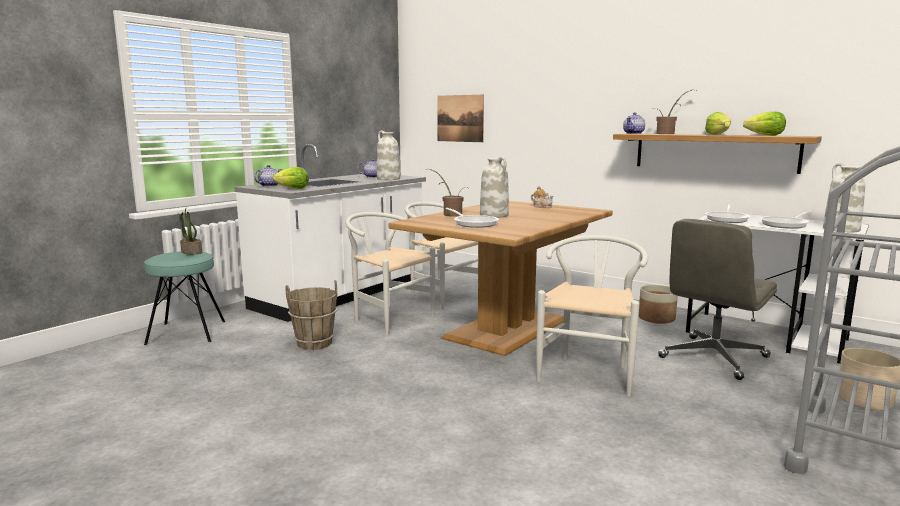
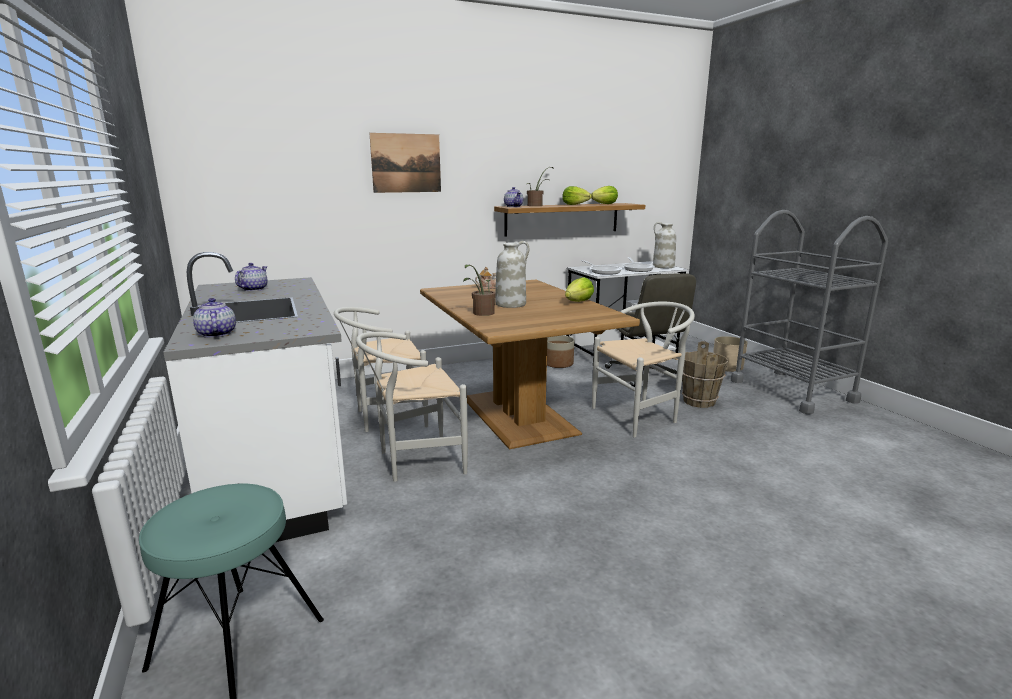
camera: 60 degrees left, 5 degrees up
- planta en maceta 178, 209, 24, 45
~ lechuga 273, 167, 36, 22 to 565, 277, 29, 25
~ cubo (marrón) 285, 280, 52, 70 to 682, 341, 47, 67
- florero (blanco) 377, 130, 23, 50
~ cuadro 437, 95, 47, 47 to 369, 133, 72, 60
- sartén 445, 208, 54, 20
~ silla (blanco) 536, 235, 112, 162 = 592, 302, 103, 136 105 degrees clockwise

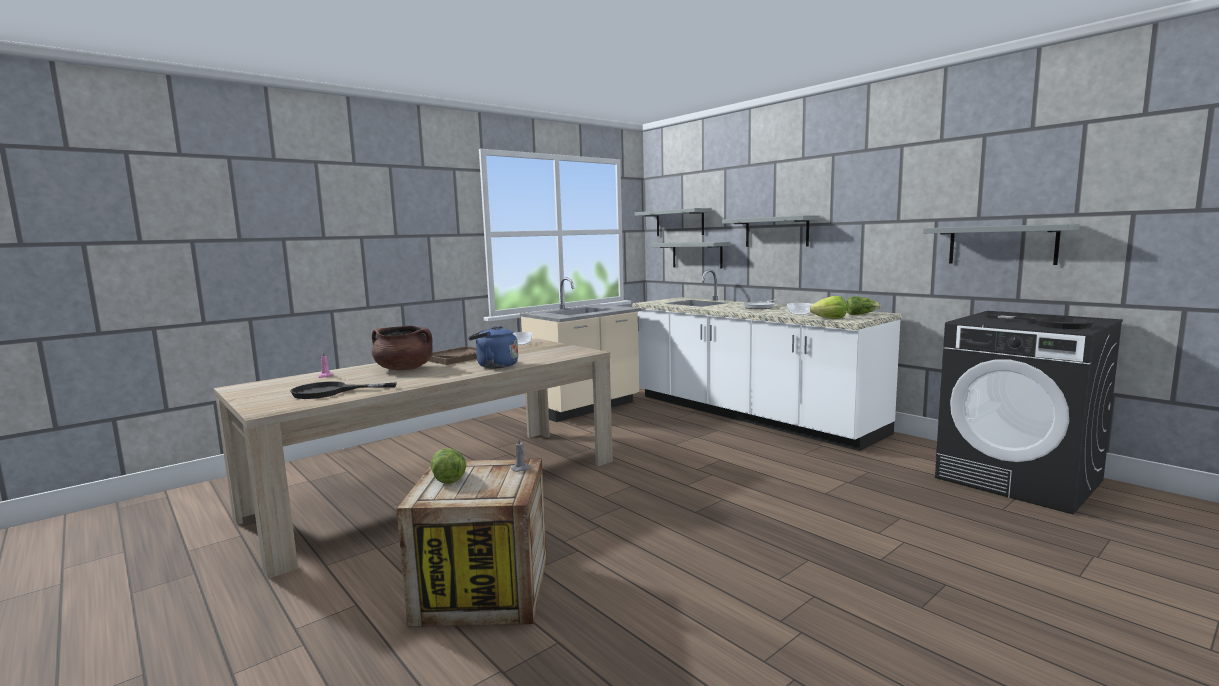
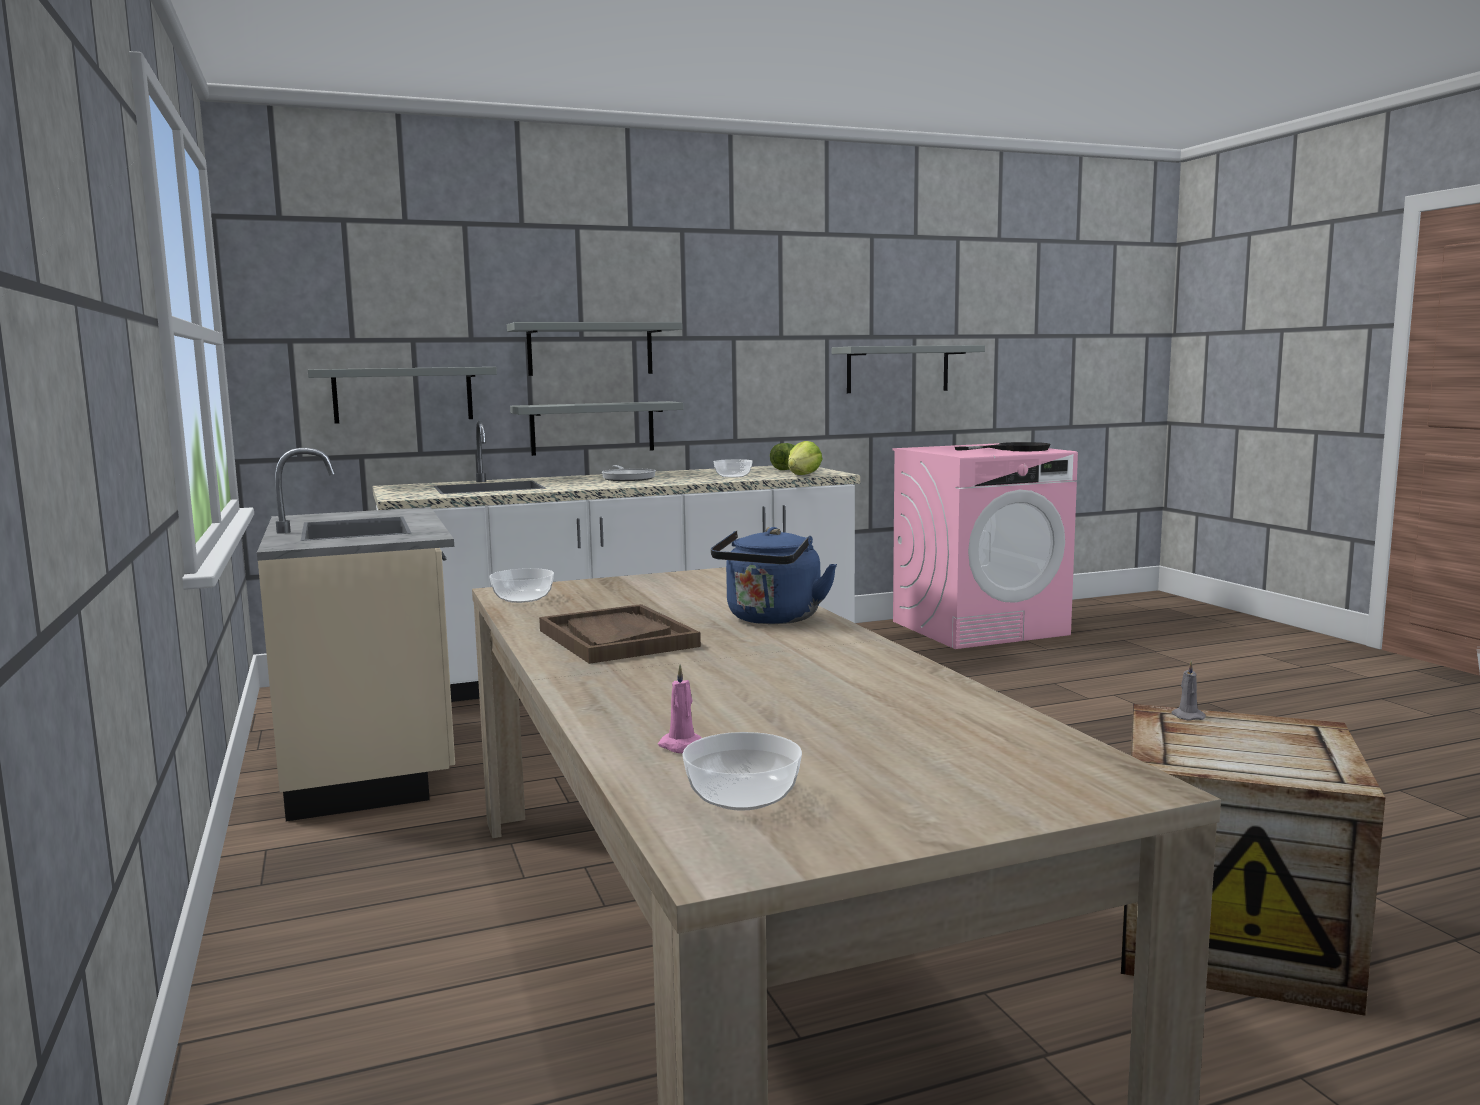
camera: 70 degrees left, 0 degrees up
- sartén (negro) 290, 381, 107, 18
- olla (marrón) 372, 326, 61, 44
- lechuga 430, 448, 36, 36
~ estante (gris) 635, 208, 76, 28 to 510, 401, 173, 55
~ lavadora (negro) 935, 311, 188, 204 to lavadora (rosa) 892, 443, 186, 206
+ cuenco 682, 732, 120, 79

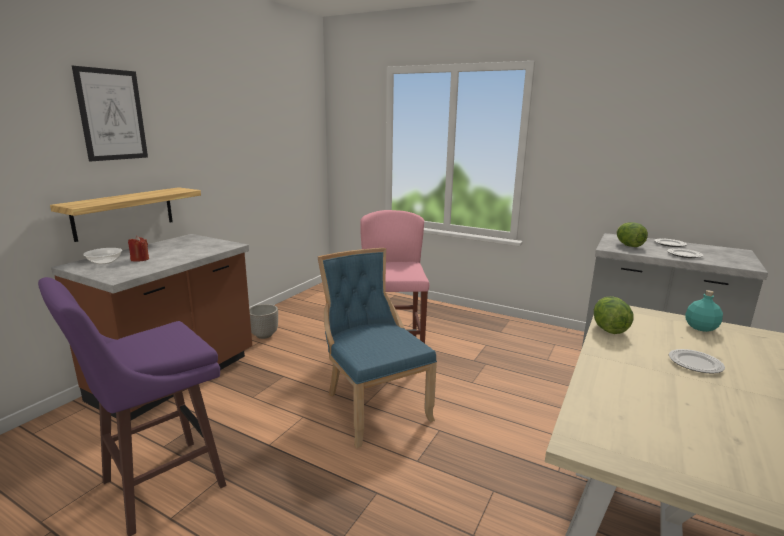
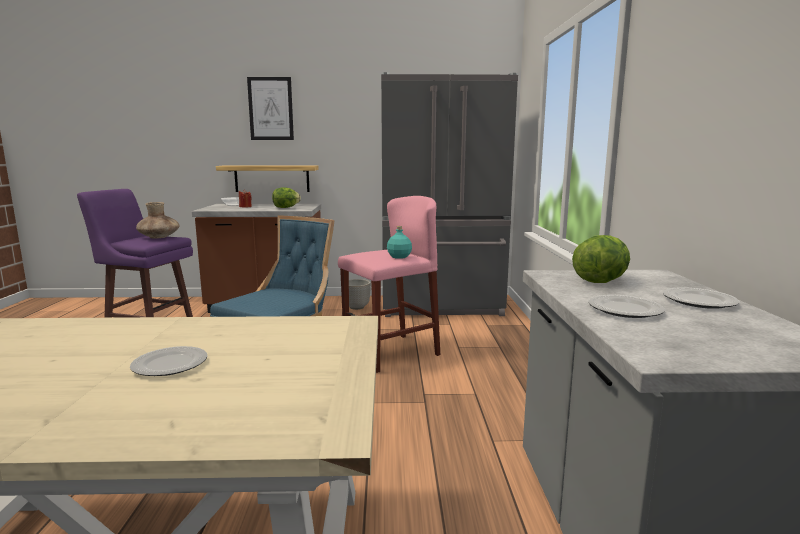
camera: 60 degrees right, 5 degrees down
~ lechuga 594, 296, 40, 38 to 272, 187, 29, 21
~ botella (turquesa) 685, 290, 38, 42 to 387, 226, 25, 33
+ florero (marrón) 136, 202, 44, 37
+ nevera (gris) 381, 72, 137, 245

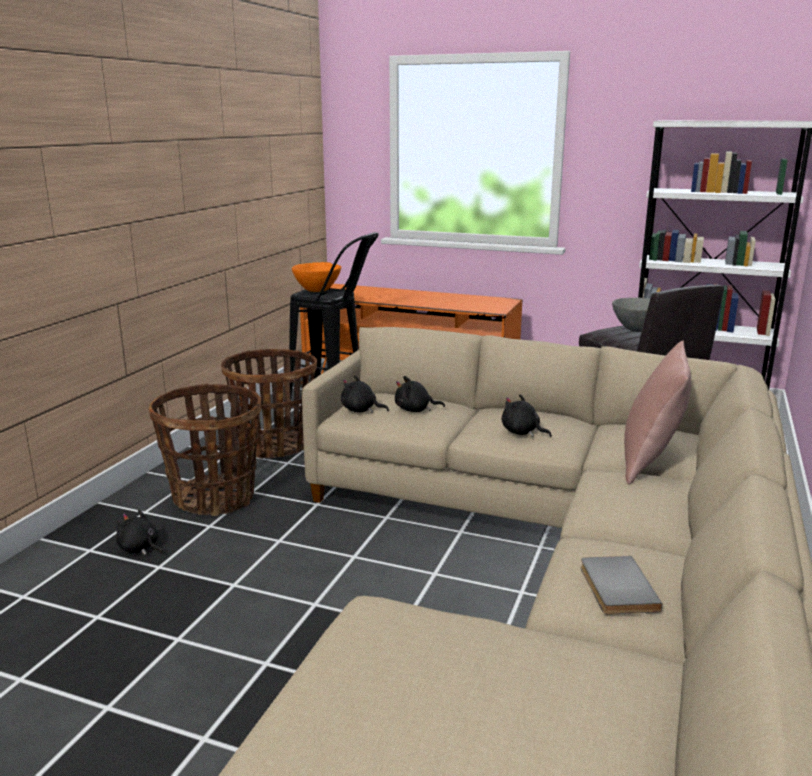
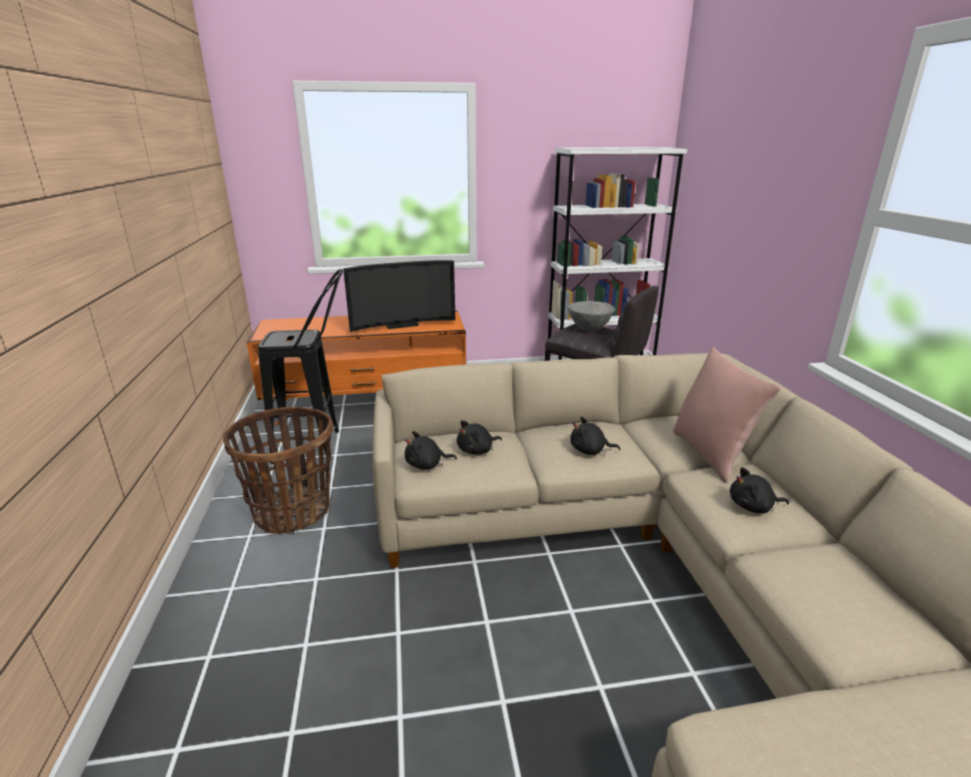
camera: 30 degrees left, 5 degrees up
~ peluche (negro) 116, 509, 47, 46 to 730, 467, 59, 46
- cesta 149, 384, 112, 132
- cuenco (naranja) 292, 262, 49, 30
- libro (gris) 581, 556, 82, 59
+ televisor 343, 260, 112, 72

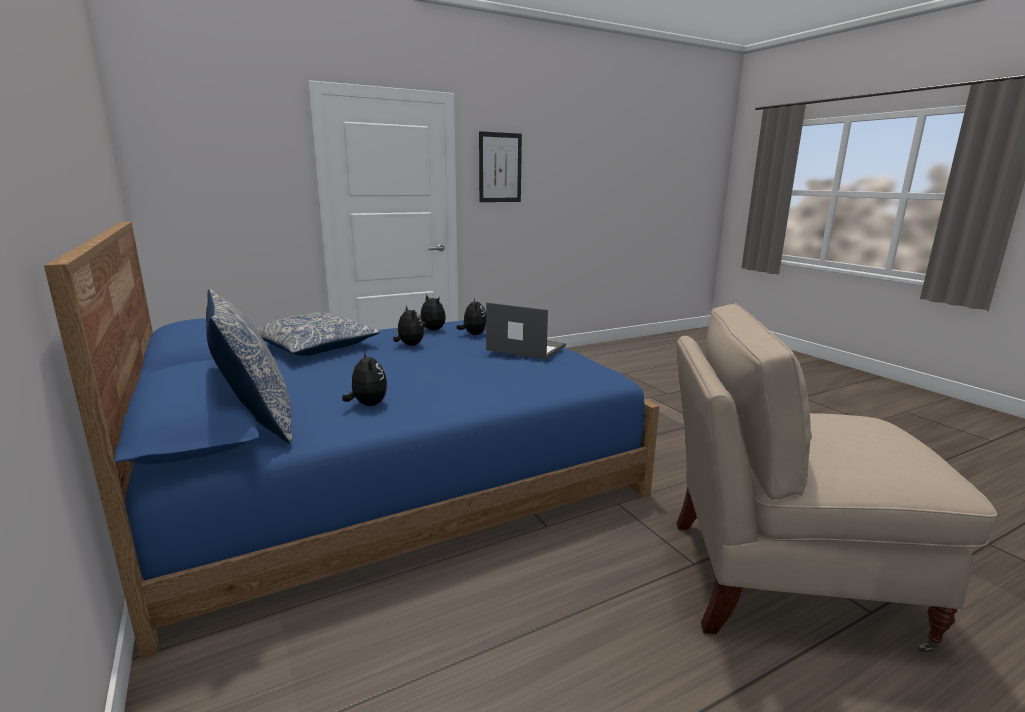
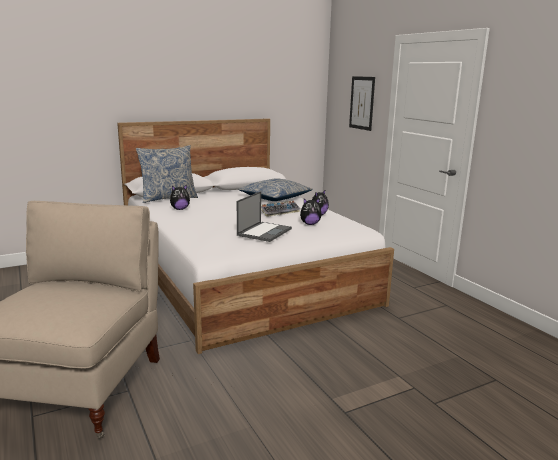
camera: 90 degrees right, 0 degrees up
~ cama (azul) 44, 222, 615, 437 to cama (blanco) 117, 118, 277, 236
~ peluche 393, 306, 31, 40 to teclado 261, 201, 39, 16
~ cuadro 479, 131, 43, 71 to 349, 76, 26, 55

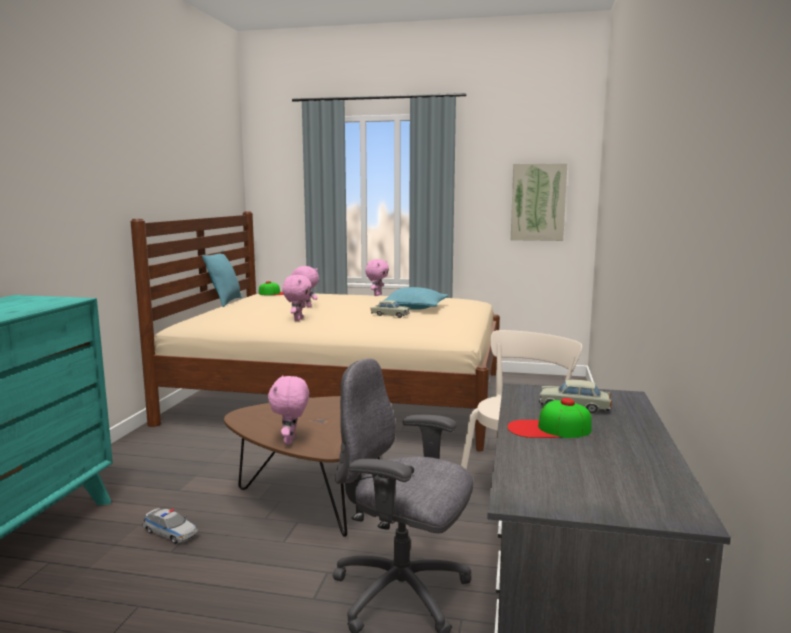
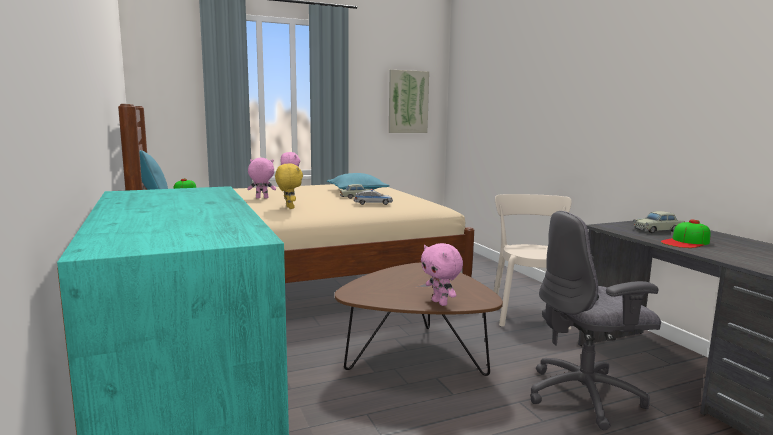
camera: 35 degrees left, 0 degrees up
~ coche de juguete 142, 508, 56, 36 to 353, 189, 40, 16
~ peluche (rosa) 282, 275, 30, 46 to peluche (amarillo) 275, 163, 28, 46

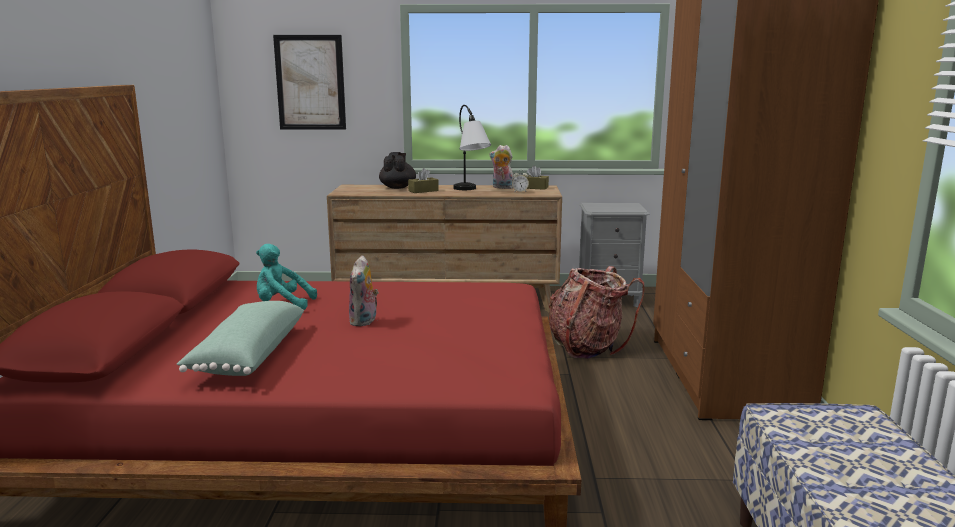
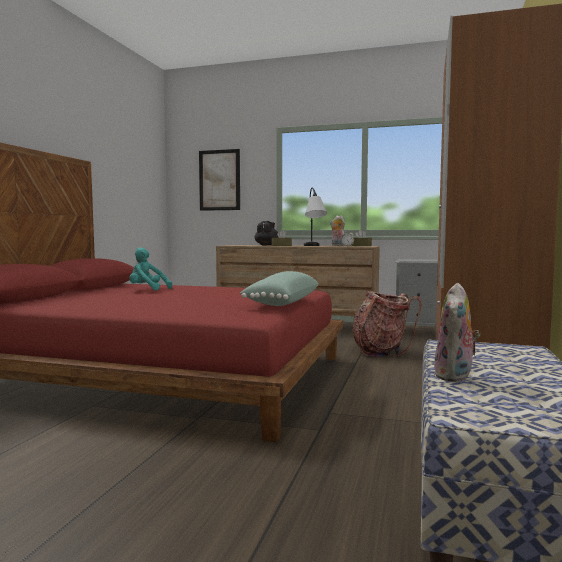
camera: 15 degrees right, 10 degrees down
~ cojín (verde) 177, 301, 127, 75 to 240, 271, 79, 35
~ peluche 349, 255, 30, 71 to 434, 283, 46, 99

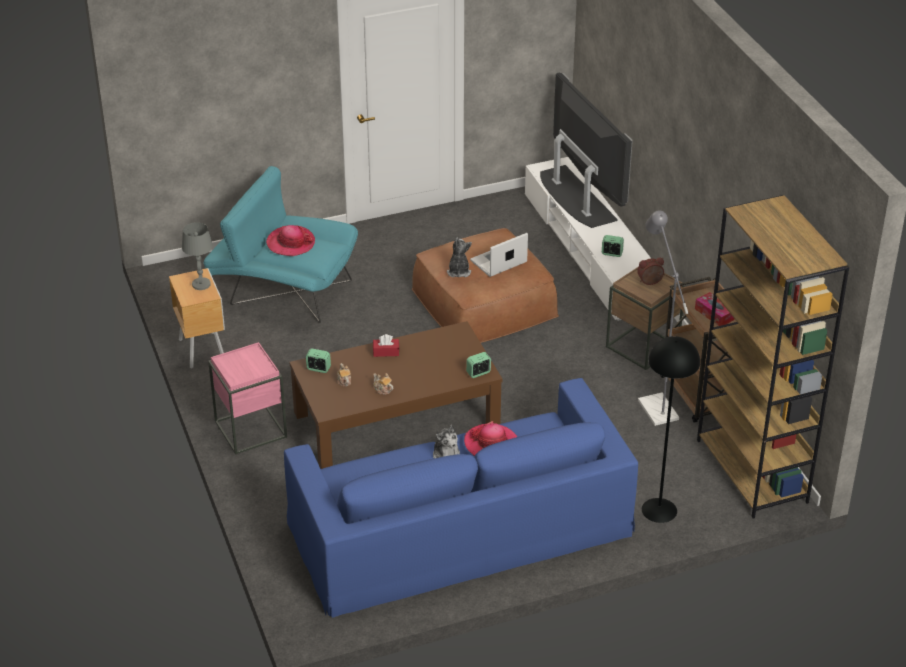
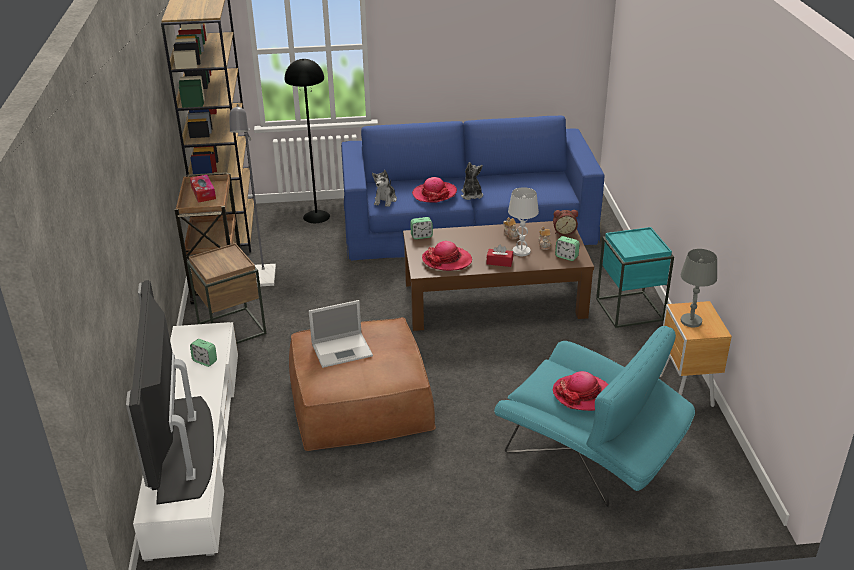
camera: 165 degrees left, 5 degrees down
~ mesa auxiliar (rosa) 208, 342, 79, 112 to mesa auxiliar (turquesa) 596, 227, 78, 101
~ peluche 447, 238, 25, 39 to 372, 170, 25, 37
~ despertador 637, 258, 27, 27 to 553, 210, 25, 26
+ sombrero 422, 241, 50, 30
+ lámpara de mesa (blanco) 508, 187, 31, 69

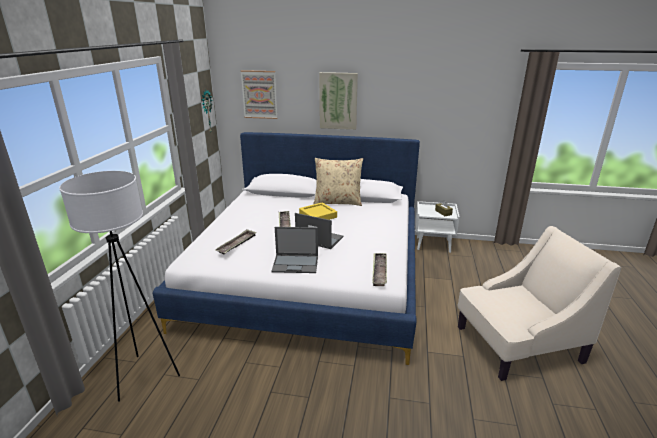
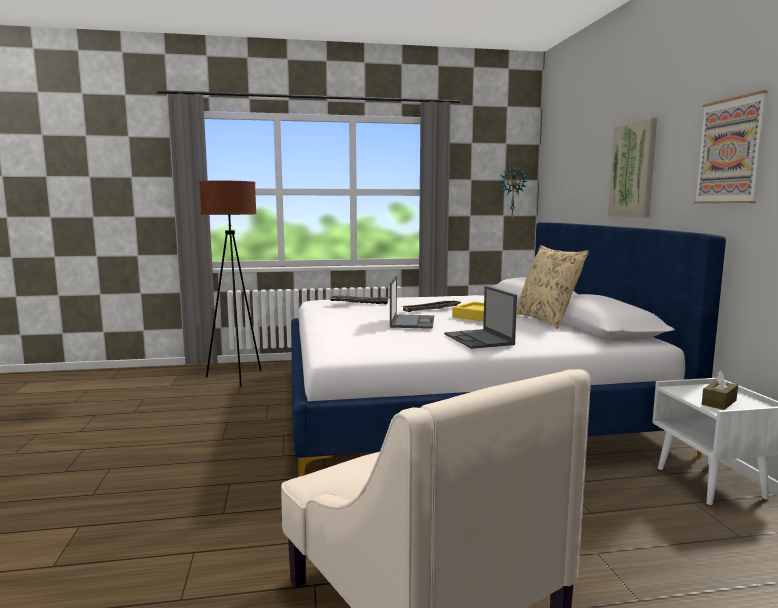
camera: 70 degrees right, 15 degrees down
~ lámpara de pie (blanco) 59, 171, 121, 231 to lámpara de pie (marrón) 199, 181, 62, 206
~ cuadro 240, 70, 38, 49 to 694, 90, 74, 113
~ portátil 271, 227, 47, 46 to 444, 286, 73, 63
- bandeja 372, 253, 15, 33

